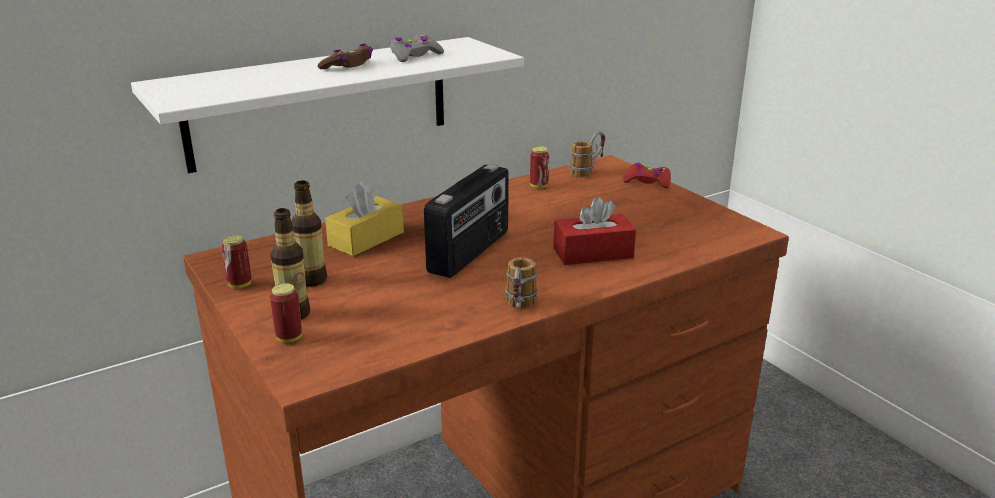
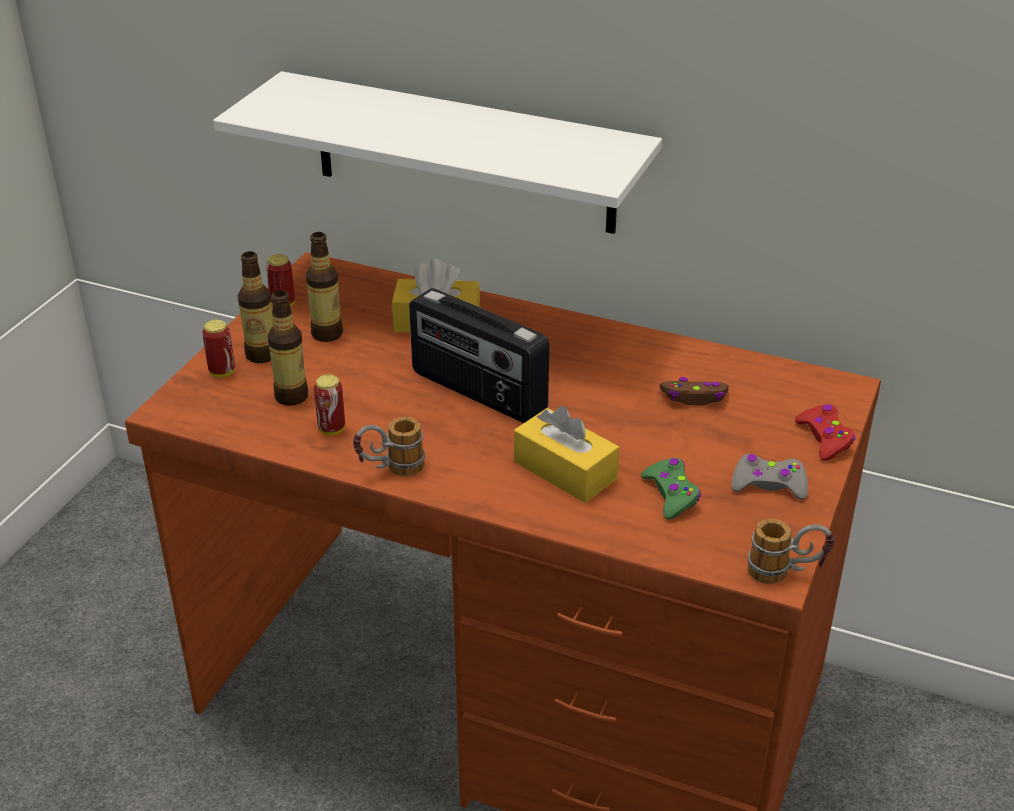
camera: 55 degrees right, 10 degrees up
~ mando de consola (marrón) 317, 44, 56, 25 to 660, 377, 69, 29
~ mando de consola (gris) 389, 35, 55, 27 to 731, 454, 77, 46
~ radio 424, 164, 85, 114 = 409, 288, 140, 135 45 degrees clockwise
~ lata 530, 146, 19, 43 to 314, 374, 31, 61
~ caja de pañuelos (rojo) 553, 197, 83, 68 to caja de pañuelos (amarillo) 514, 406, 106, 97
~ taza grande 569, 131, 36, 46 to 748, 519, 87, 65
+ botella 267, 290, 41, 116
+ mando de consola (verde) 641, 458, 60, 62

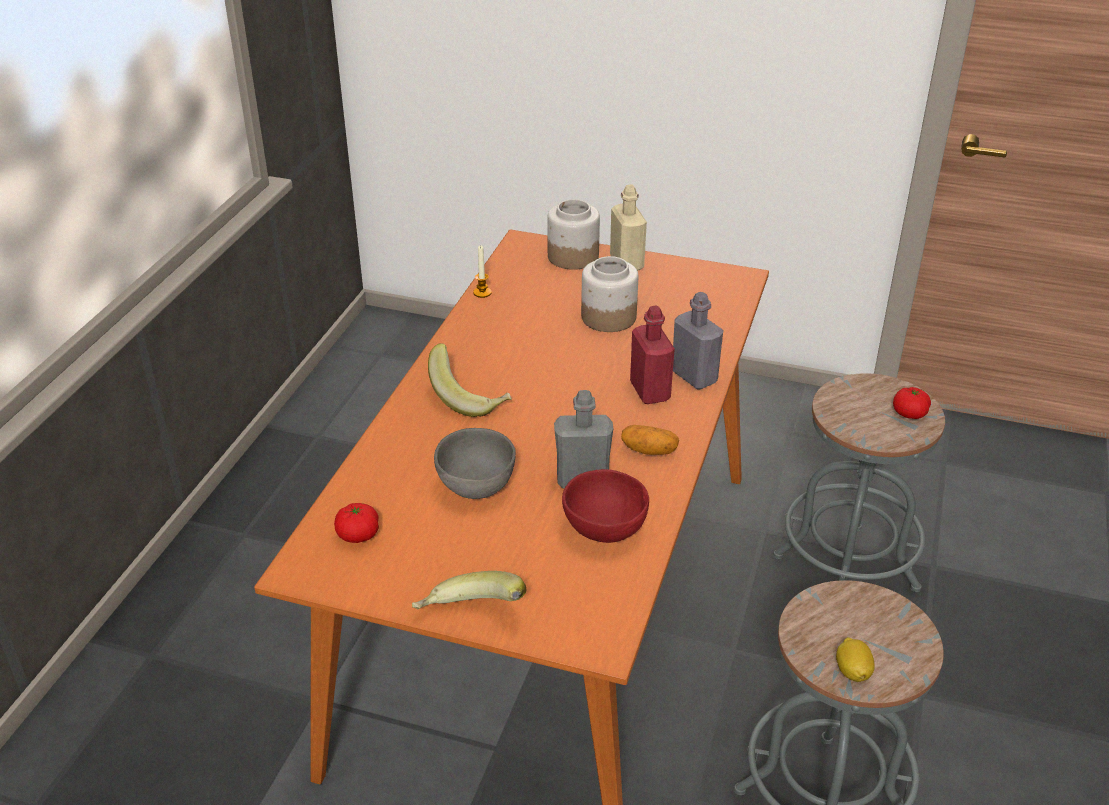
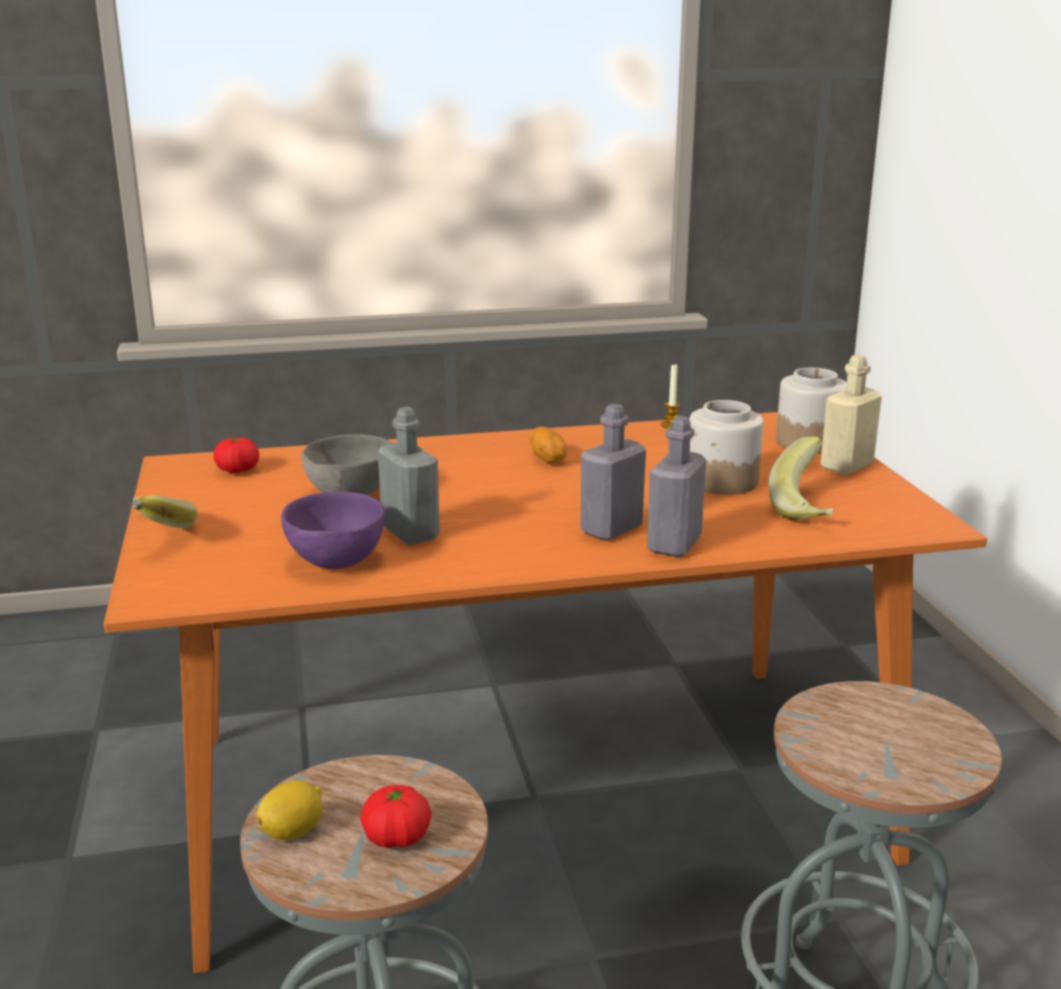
camera: 60 degrees right, 15 degrees down
~ plátano 428, 343, 84, 74 to 769, 436, 65, 85
~ cuenco (rojo) 562, 469, 87, 74 to cuenco (morado) 281, 492, 104, 77
~ patata 621, 425, 58, 30 to 530, 427, 37, 36
~ botella (rojo) 630, 305, 45, 99 to botella (gris) 580, 404, 66, 137
~ tomate 893, 387, 38, 32 to 360, 785, 71, 63

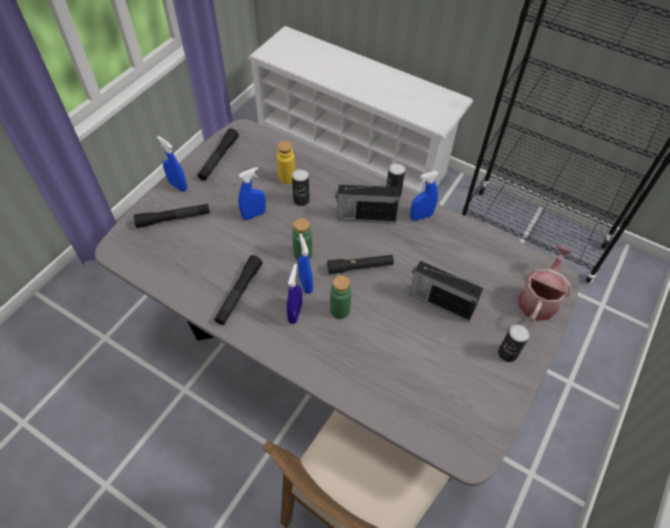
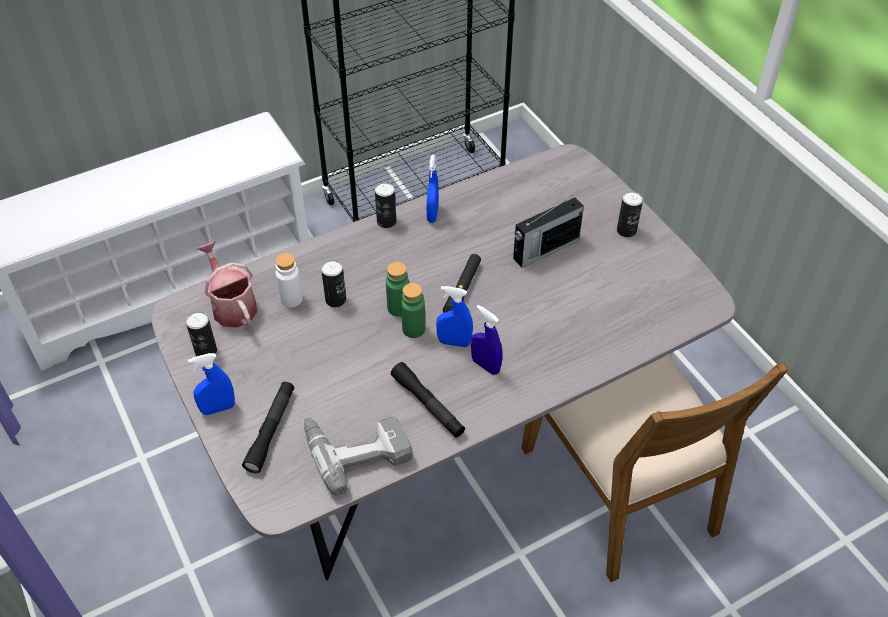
camera: 60 degrees left, 5 degrees down
~ linterna (negro) 198, 128, 41, 53 to lata 186, 311, 31, 45
- pulverizador (azul) 238, 167, 28, 53
~ botella (amarillo) 277, 141, 18, 43 to botella (blanco) 275, 253, 28, 55
~ botella (verde) 330, 275, 21, 44 to 386, 262, 23, 55
- radio 335, 184, 65, 40
~ regadera 519, 245, 54, 78 to 197, 241, 60, 87
+ taladro 304, 416, 109, 79

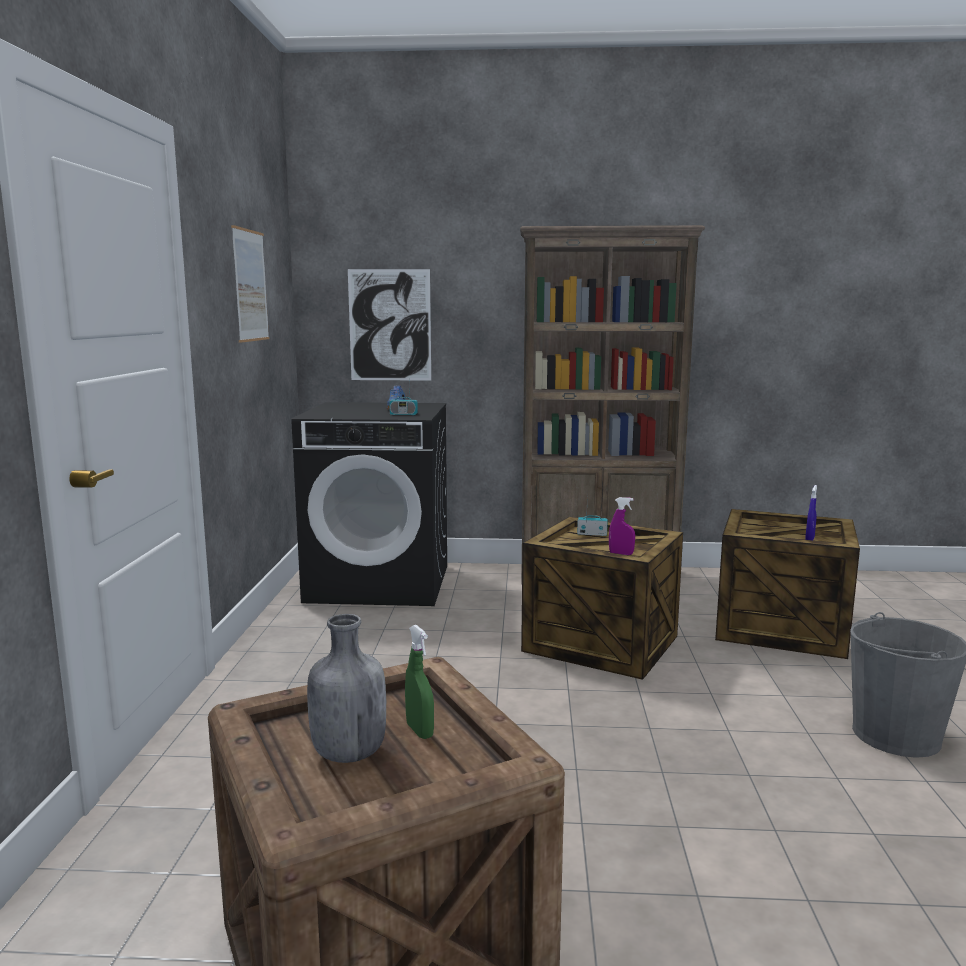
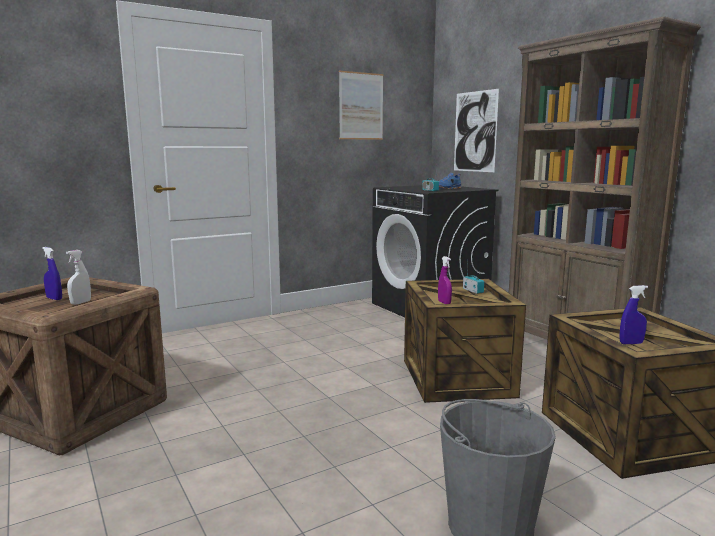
camera: 55 degrees right, 0 degrees up
~ botella (gris) 307, 614, 79, 149 to pulverizador (azul) 42, 247, 20, 53
~ pulverizador (verde) 405, 625, 29, 114 to pulverizador (blanco) 66, 250, 25, 55

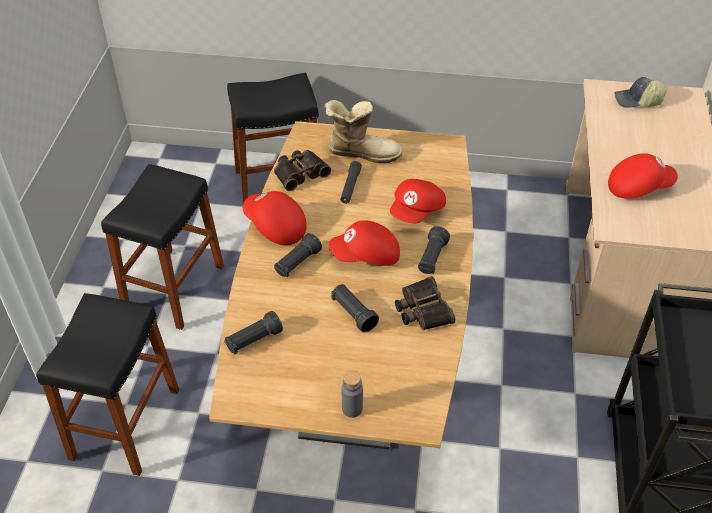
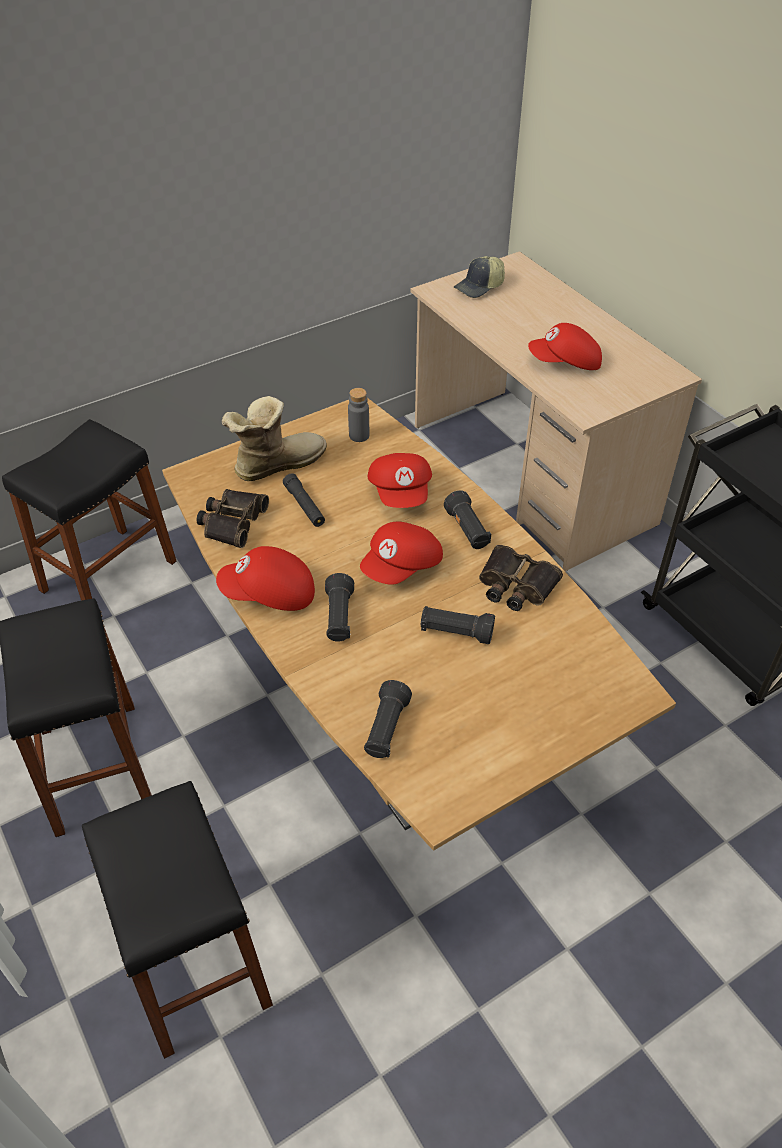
camera: 40 degrees left, 0 degrees up
~ botella (gris) 342, 371, 21, 47 to 348, 388, 21, 54
~ gorra (rojo) 608, 153, 70, 46 = 528, 323, 74, 47 135 degrees counterclockwise

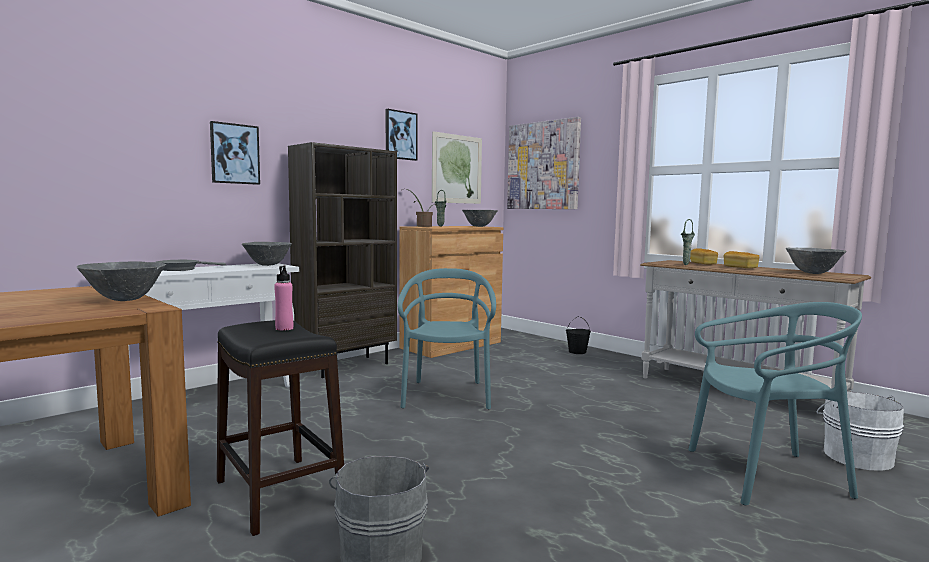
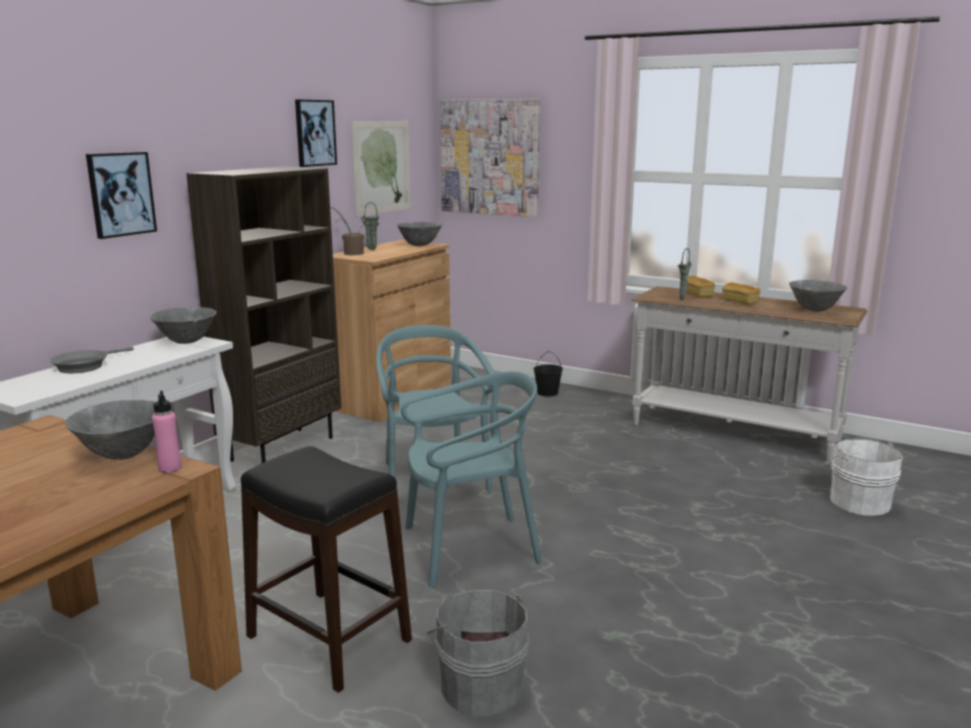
camera: 15 degrees left, 10 degrees up
~ botella (rosa) 274, 266, 19, 65 to 152, 391, 29, 82
~ silla (turquesa) 688, 302, 174, 203 to 401, 371, 141, 216

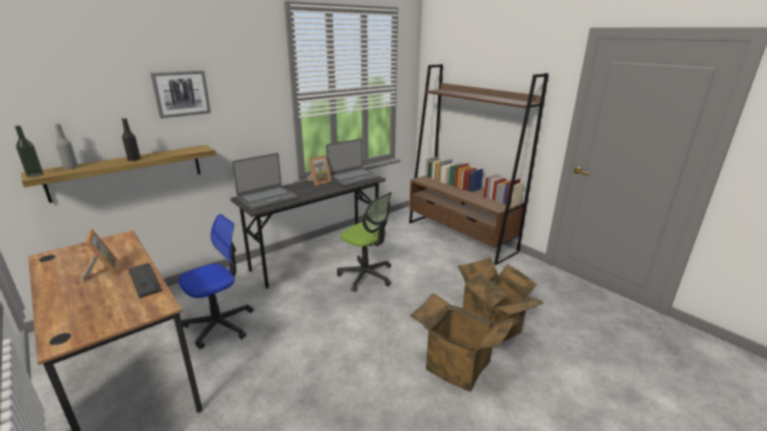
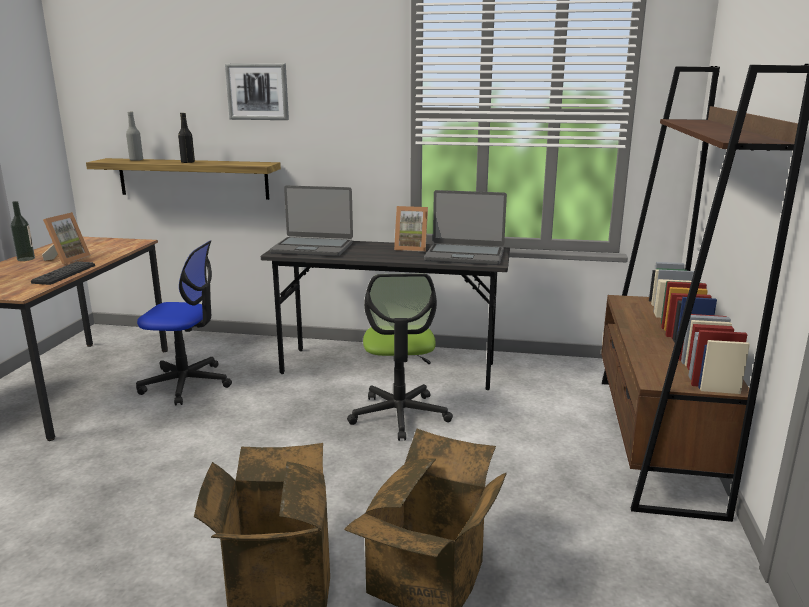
camera: 50 degrees right, 5 degrees down
~ botella 15, 125, 29, 53 to 11, 201, 24, 60

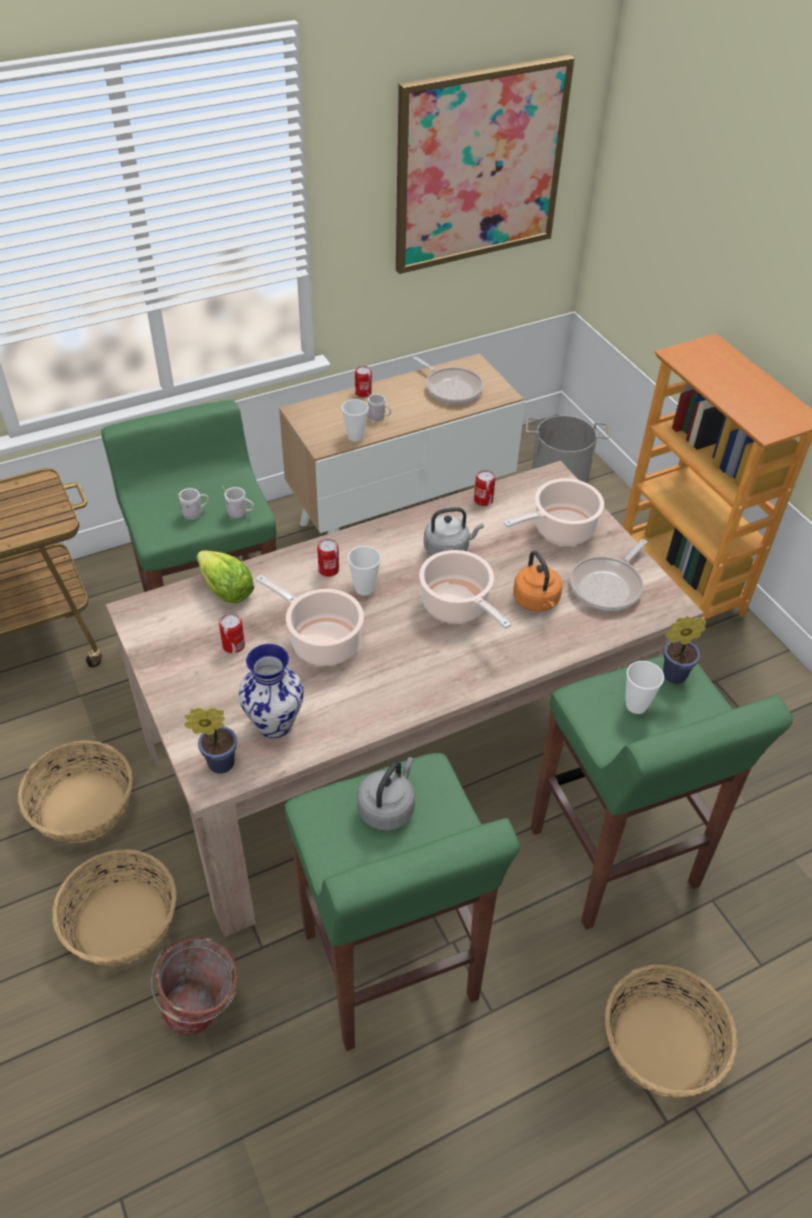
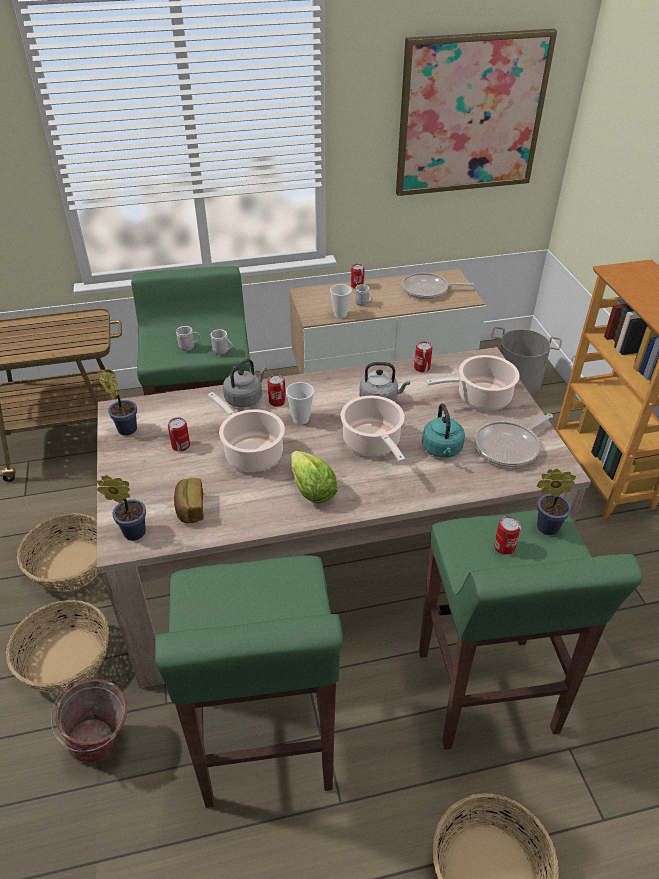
camera: 15 degrees right, 5 degrees down
~ lechuga 197, 550, 57, 53 to 291, 451, 46, 53
~ florero 239, 644, 65, 94 to pan 174, 478, 30, 45
~ hervidor (gris) 357, 757, 58, 74 to 223, 359, 44, 49
~ sartén 413, 356, 70, 48 = 402, 273, 72, 26 120 degrees clockwise
~ hervidor (naranja) 513, 551, 49, 61 to hervidor (turquesa) 422, 403, 43, 55
~ taza 625, 661, 39, 53 to lata 494, 516, 27, 39
+ planta en maceta 98, 369, 39, 67

